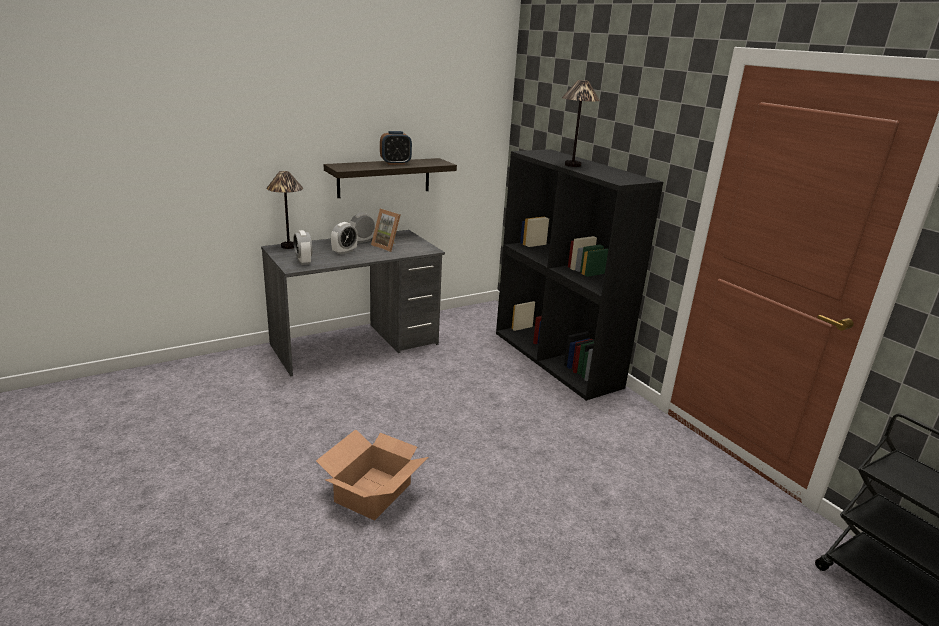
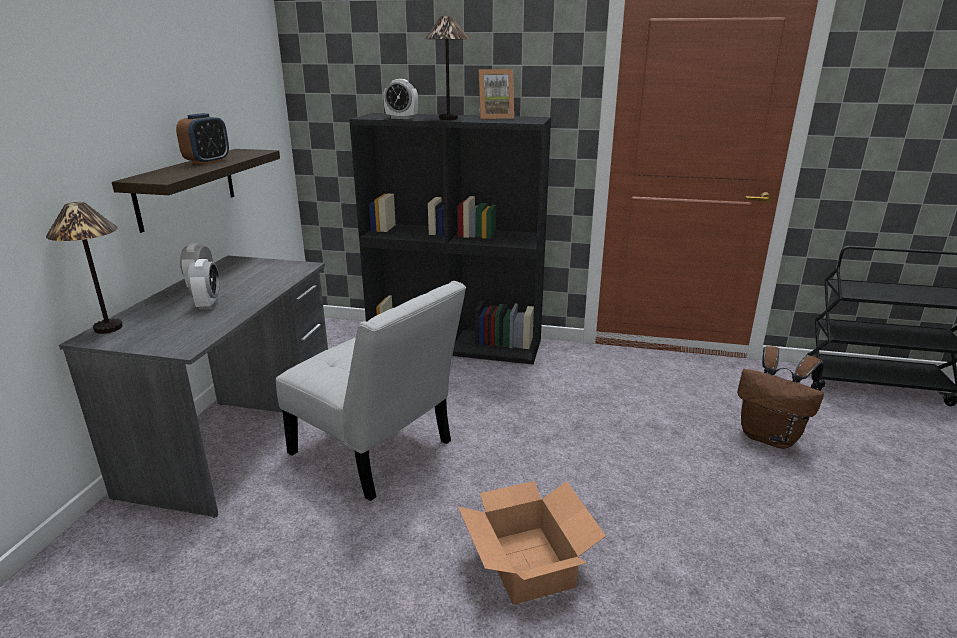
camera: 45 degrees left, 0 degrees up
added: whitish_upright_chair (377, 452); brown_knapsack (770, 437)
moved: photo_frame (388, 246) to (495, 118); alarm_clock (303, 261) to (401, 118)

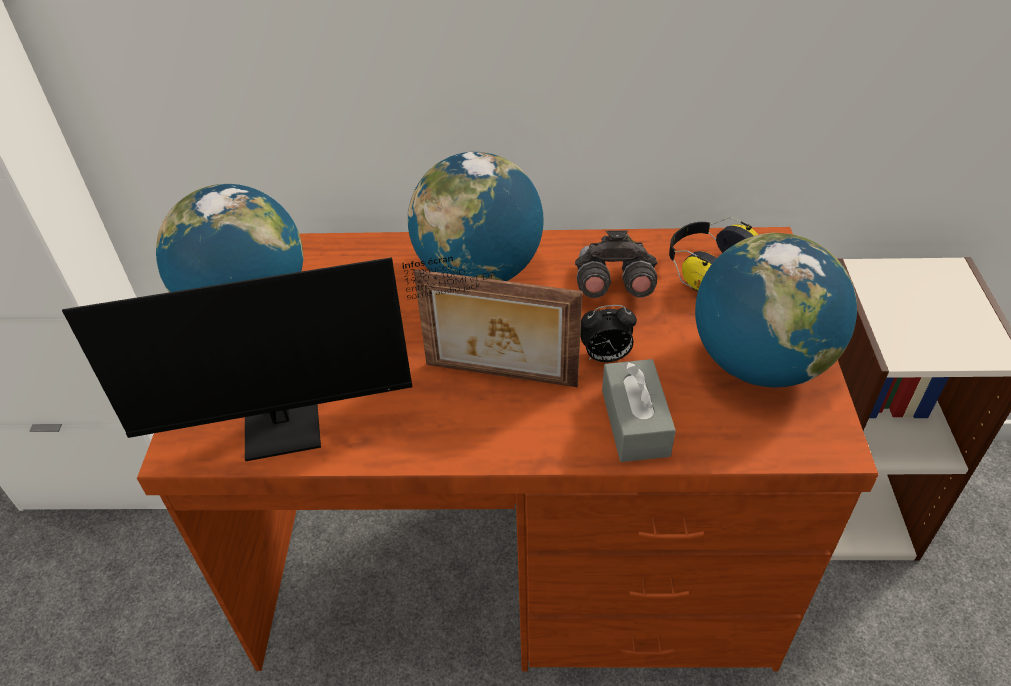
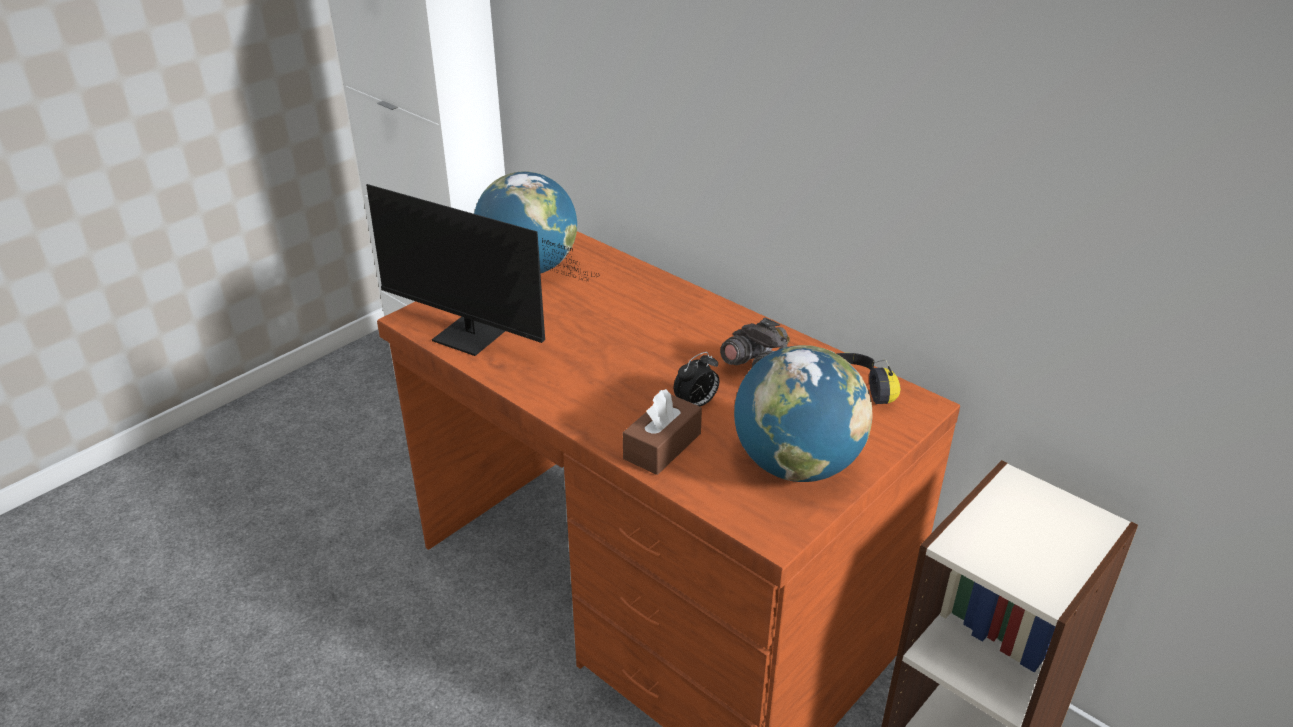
camera: 40 degrees right, 10 degrees down
removed: world_globe (479, 272); photo_frame (500, 376)
recoloured: grey_tissue_box (635, 422) to brown_tissue_box (662, 446)
turned: alarm_clock (605, 357) = (696, 404) 75 degrees counterclockwise

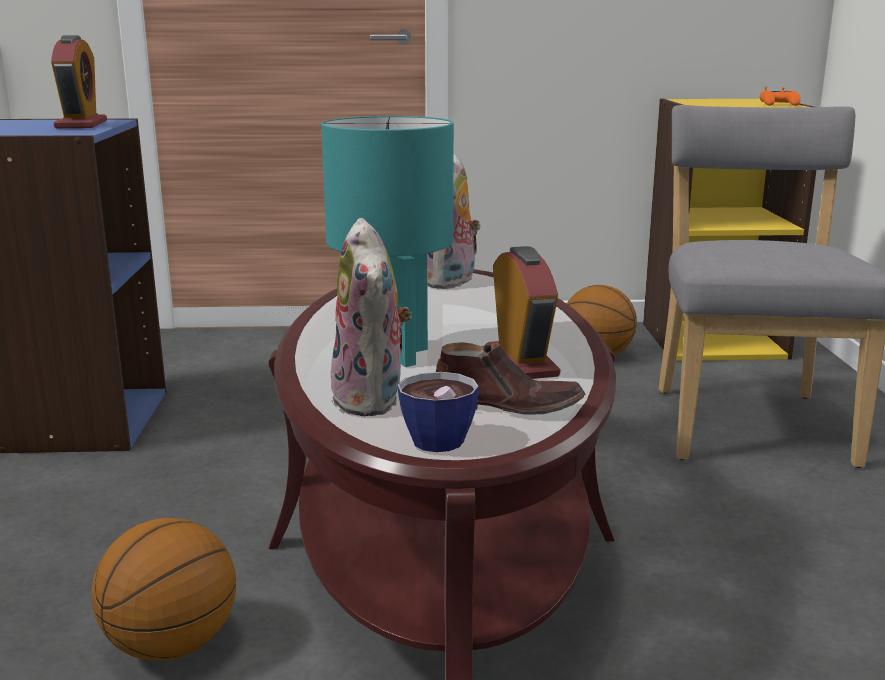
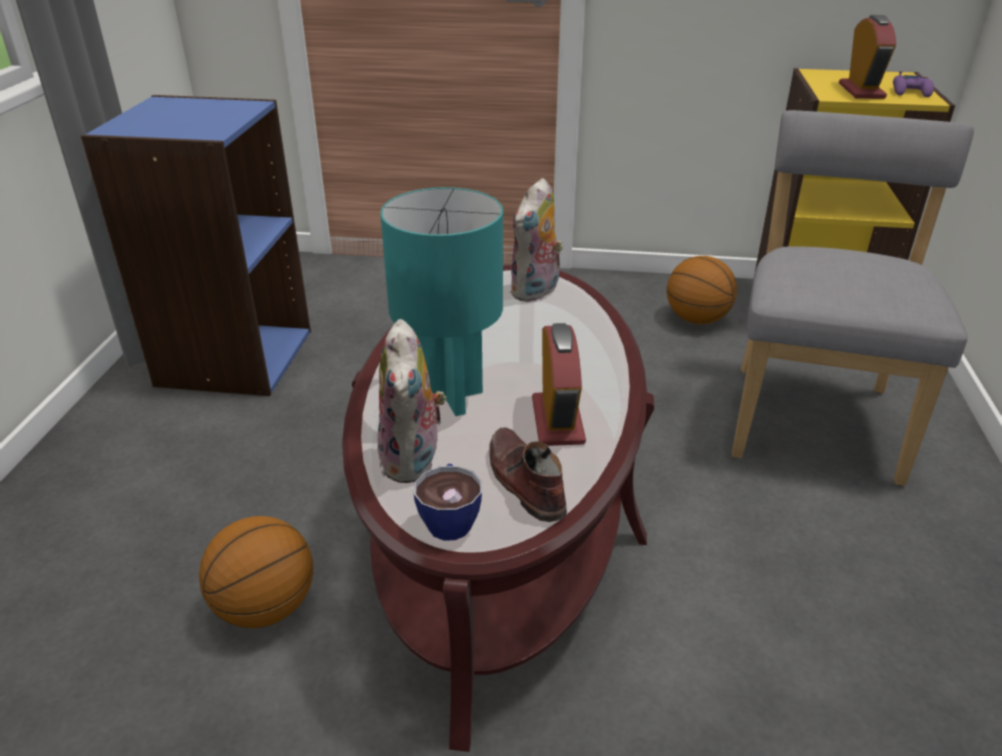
camera: 10 degrees right, 15 degrees up
moved: alarm_clock (81, 124) to (861, 91)
recoloured: orange_joypad (778, 104) to purple_joypad (911, 92)
turned: brown_shoe (507, 405) = (524, 482) 135 degrees counterclockwise

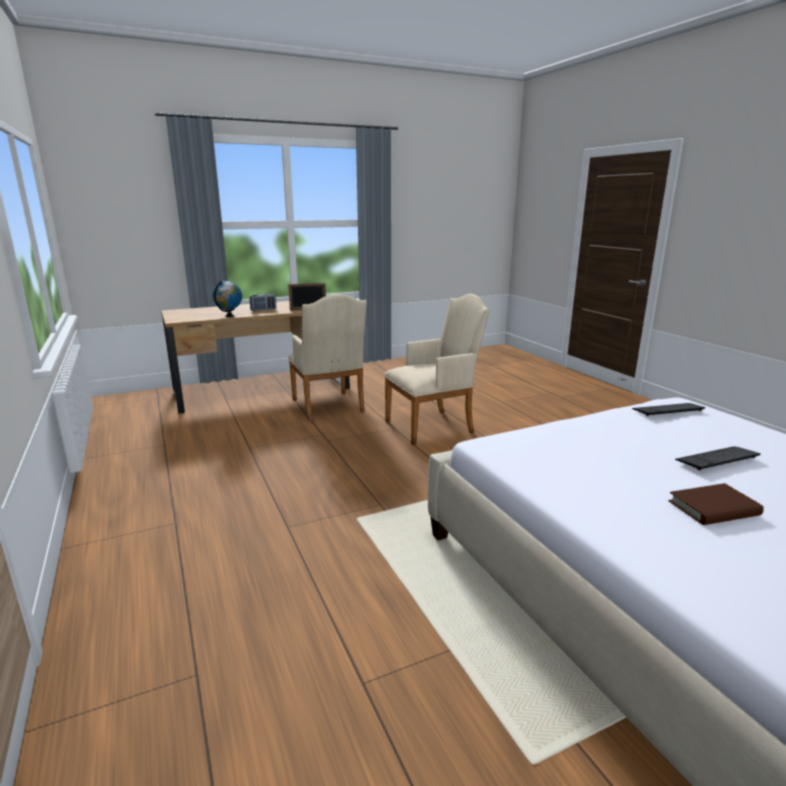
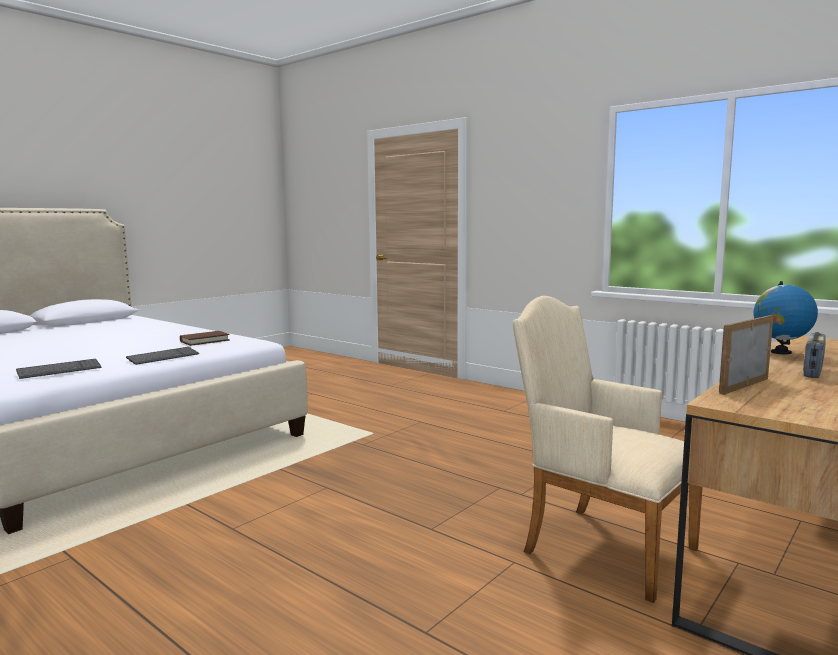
camera: 155 degrees right, 10 degrees down
removed: sand-coloured_easy_chair (434, 426)
moved: PC_keyboard (717, 459) to (163, 357); brown_book (714, 508) to (205, 341)

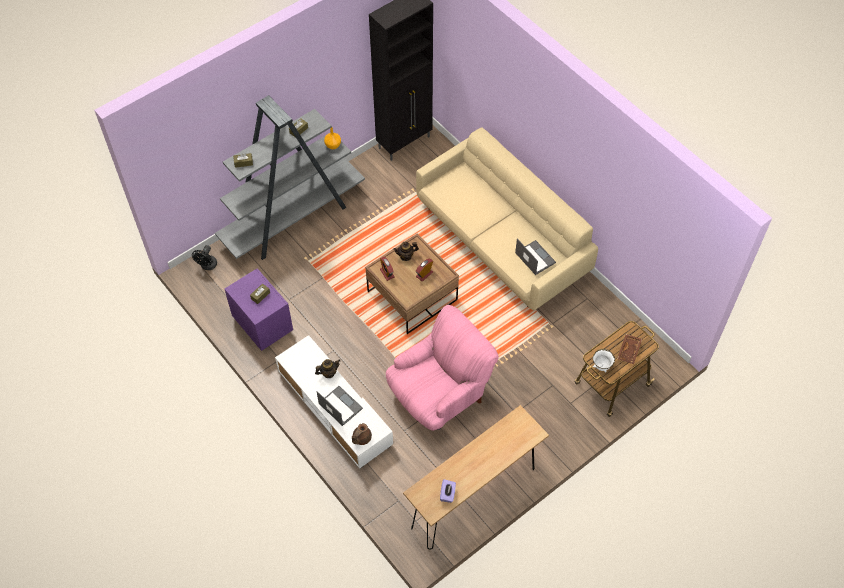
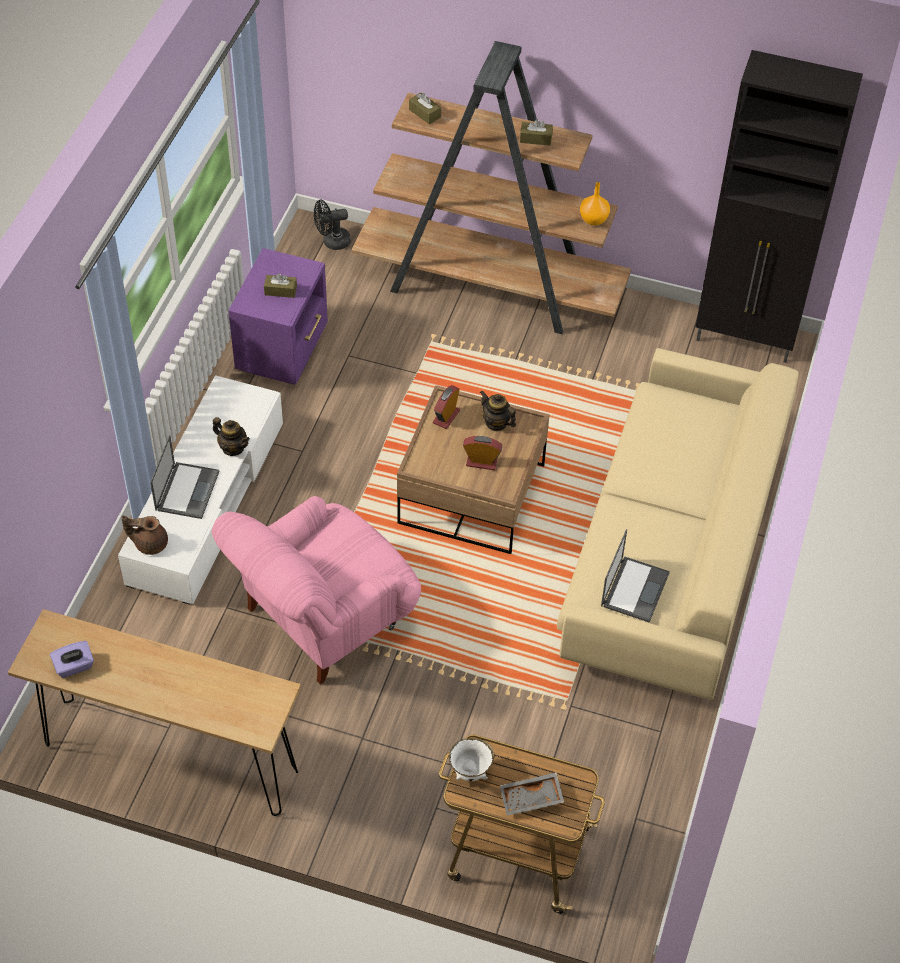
camera: 55 degrees right, 5 degrees down
recoloured: grey_bookshelf (293, 218) to brown_bookshelf (490, 286); brown_serving_tray (629, 351) to grey_serving_tray (531, 799)
turned: pink-coloured_easy_chair (440, 394) = (323, 619) 120 degrees clockwise

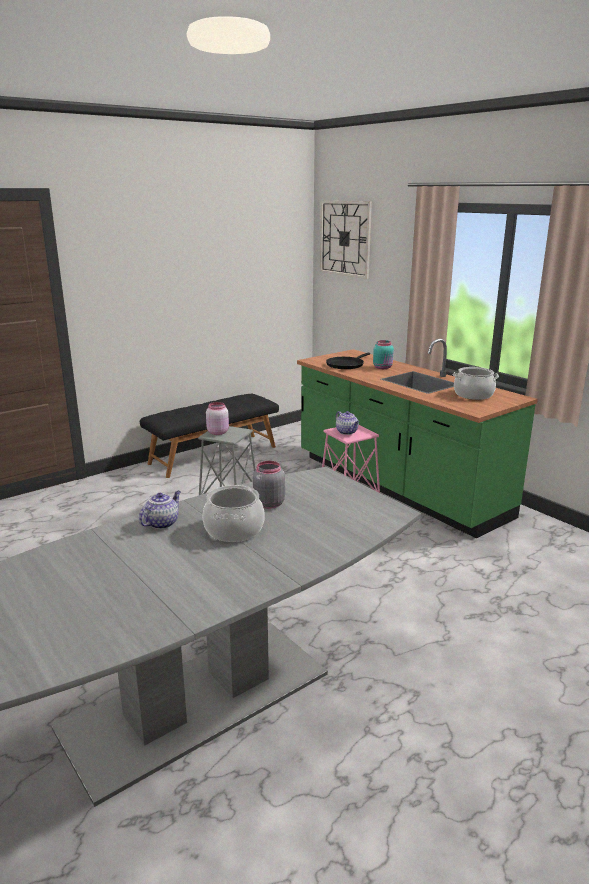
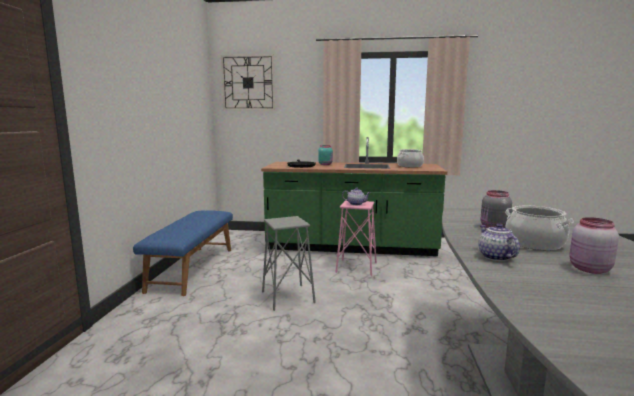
camera: 45 degrees left, 10 degrees down
moved: pink-coloured_jar (217, 432) to (588, 269)
recoloured: blackish_indoor_bench (213, 455) to blue-coloured_indoor_bench (192, 268)

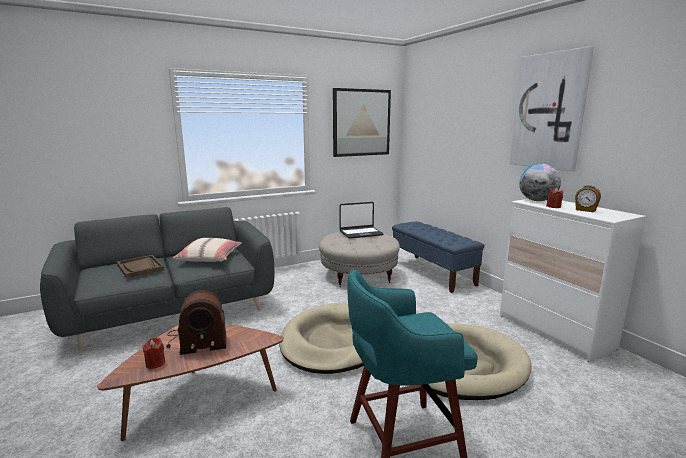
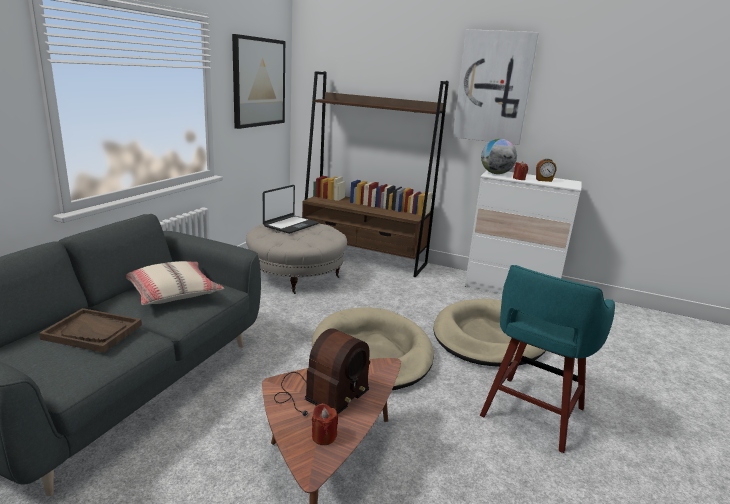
camera: 40 degrees left, 5 degrees up
replaced: blue-coloured_indoor_bench (432, 273) to brown_bookshelf (363, 258)

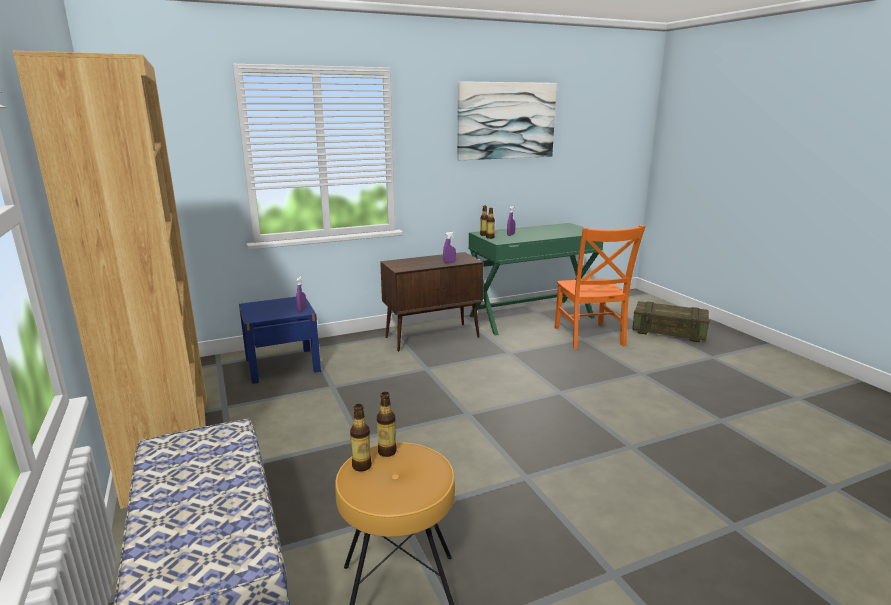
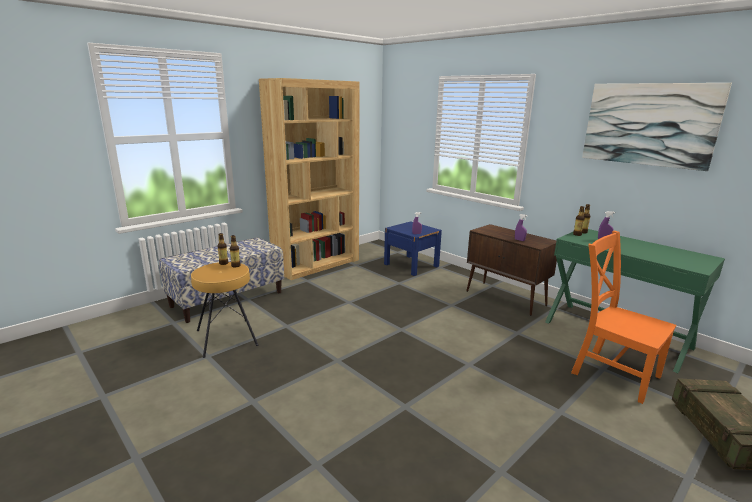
camera: 70 degrees right, 0 degrees up
turned: orange_upright_chair (589, 337) = (611, 373) 75 degrees clockwise

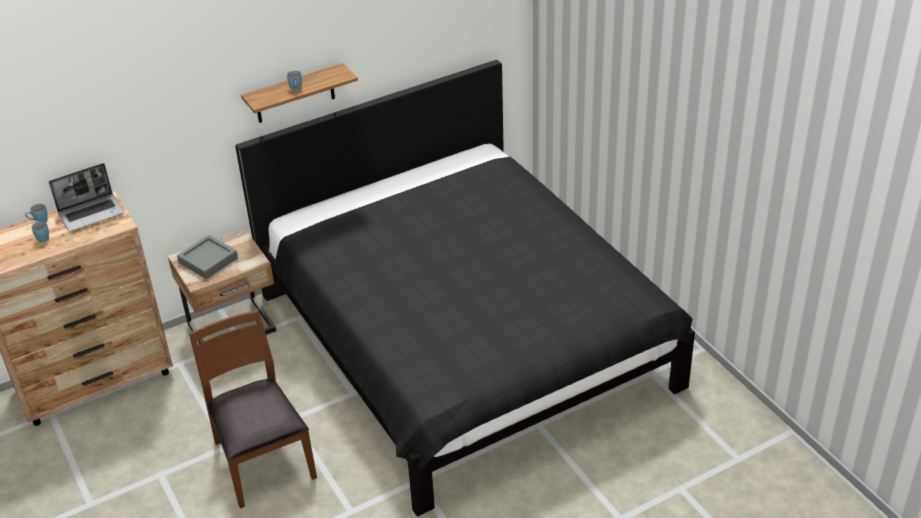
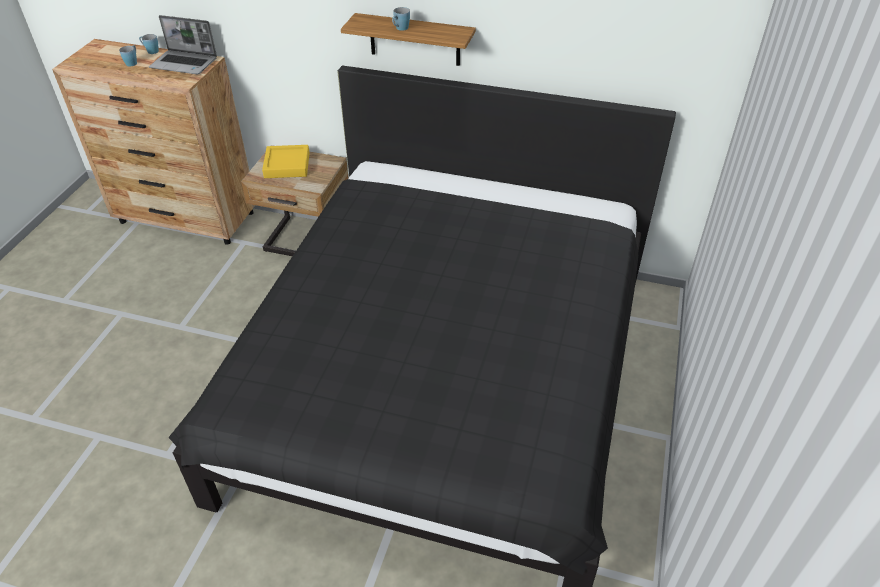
camera: 45 degrees right, 5 degrees up
removed: brown_upright_chair (262, 460)
recoloured: grey_serving_tray (208, 260) to yellow-coloured_serving_tray (287, 165)

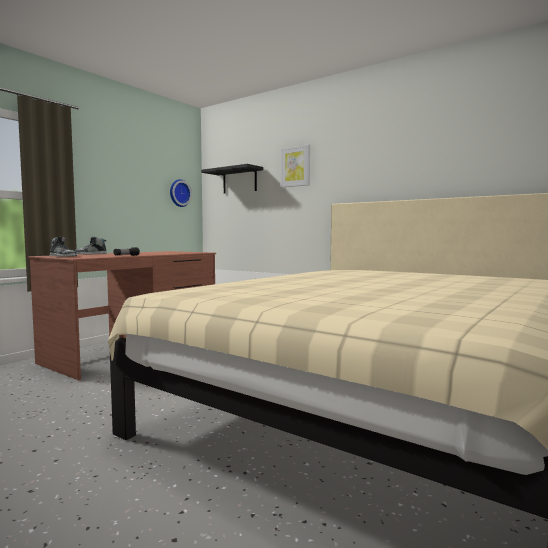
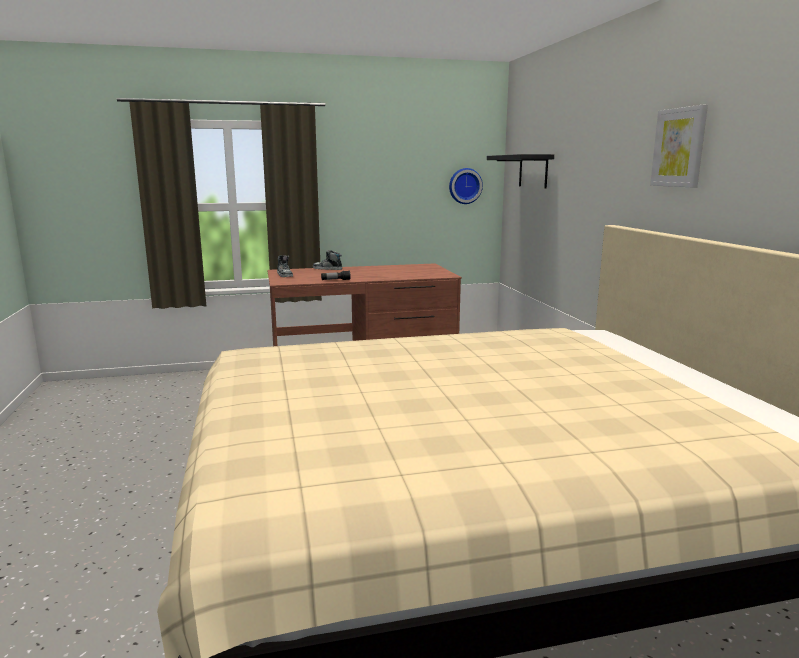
camera: 40 degrees right, 10 degrees up
moved: picture (295, 166) to (679, 147)

